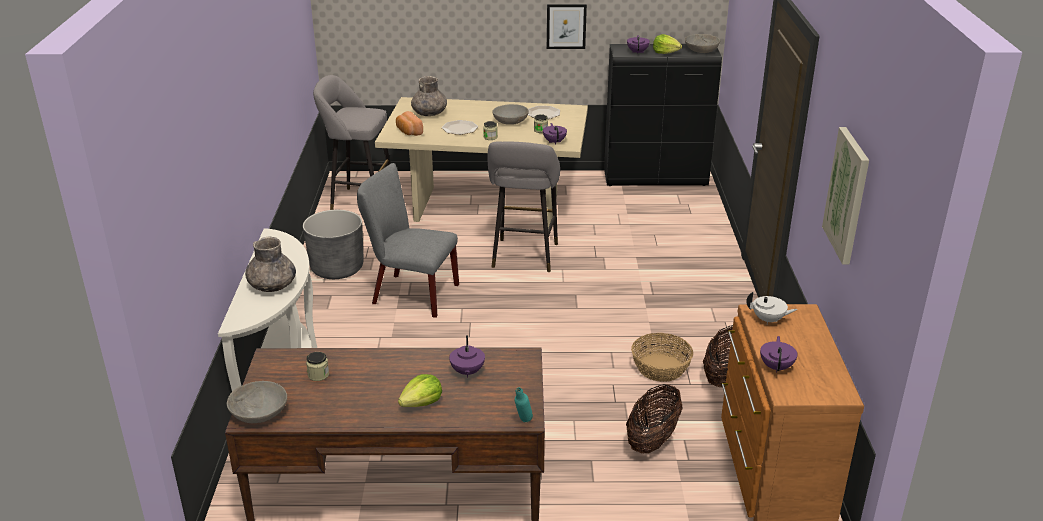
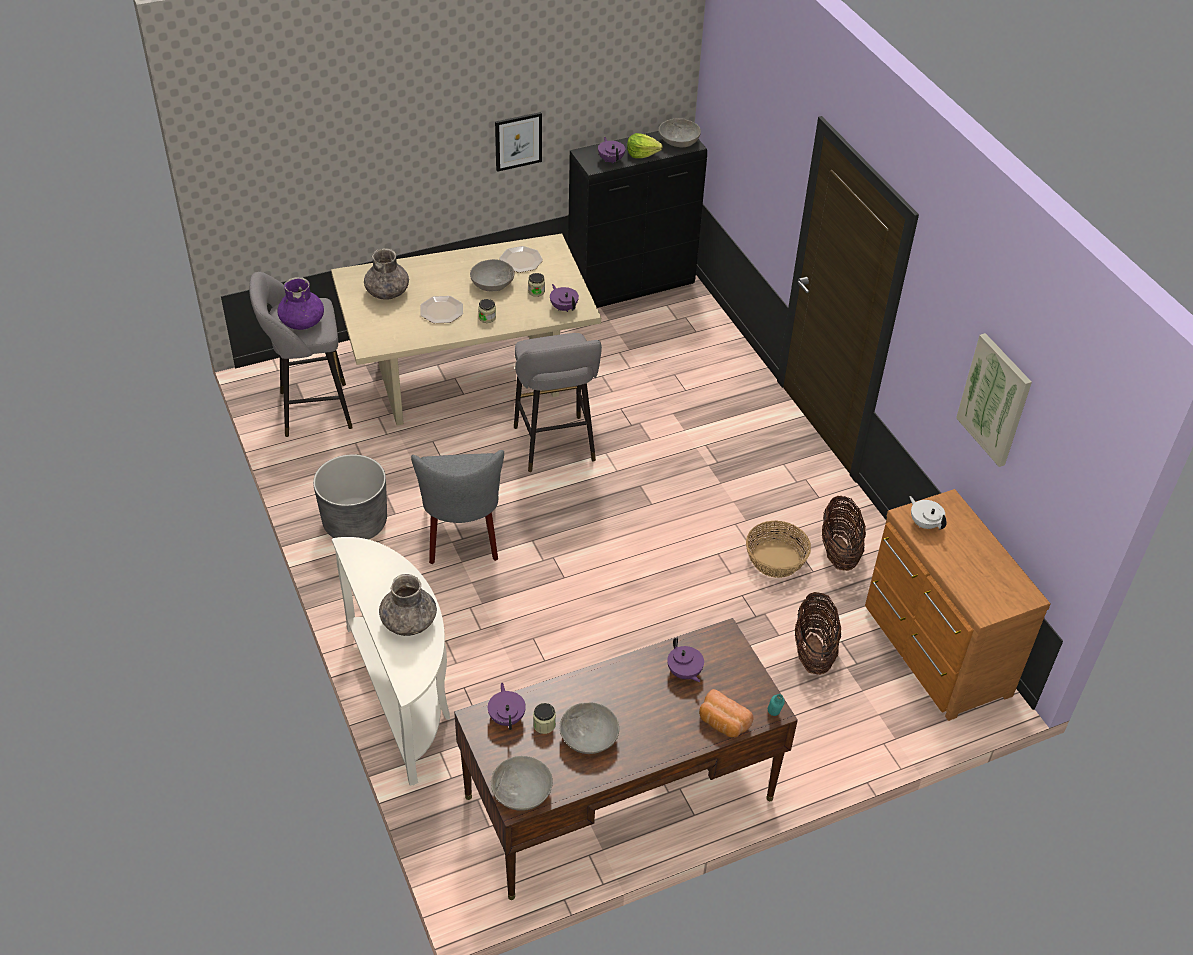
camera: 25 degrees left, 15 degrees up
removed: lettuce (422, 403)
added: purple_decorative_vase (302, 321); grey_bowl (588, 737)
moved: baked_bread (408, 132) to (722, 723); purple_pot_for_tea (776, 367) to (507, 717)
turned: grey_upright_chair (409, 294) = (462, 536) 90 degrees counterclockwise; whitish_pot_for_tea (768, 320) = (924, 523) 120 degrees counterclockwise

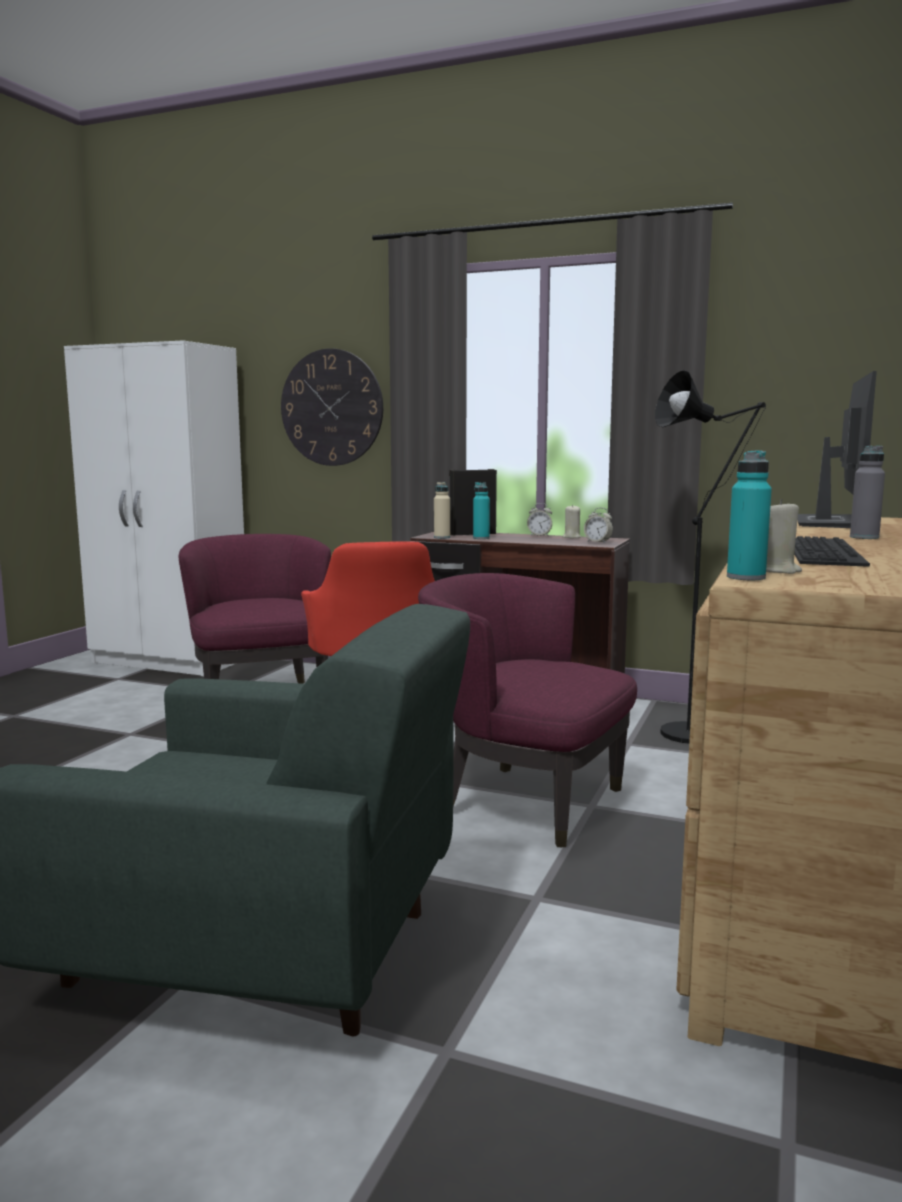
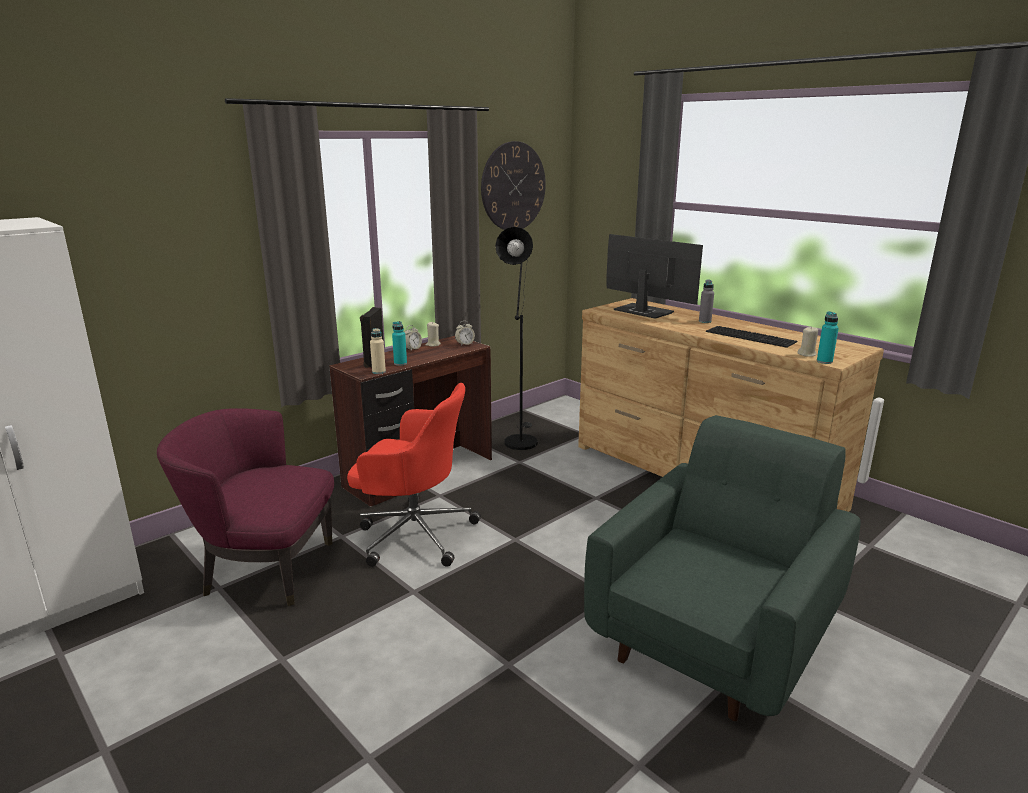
camera: 65 degrees left, 10 degrees up
removed: purple_easy_chair (525, 802)
moved: clock_on_the_wall (332, 407) to (513, 187)

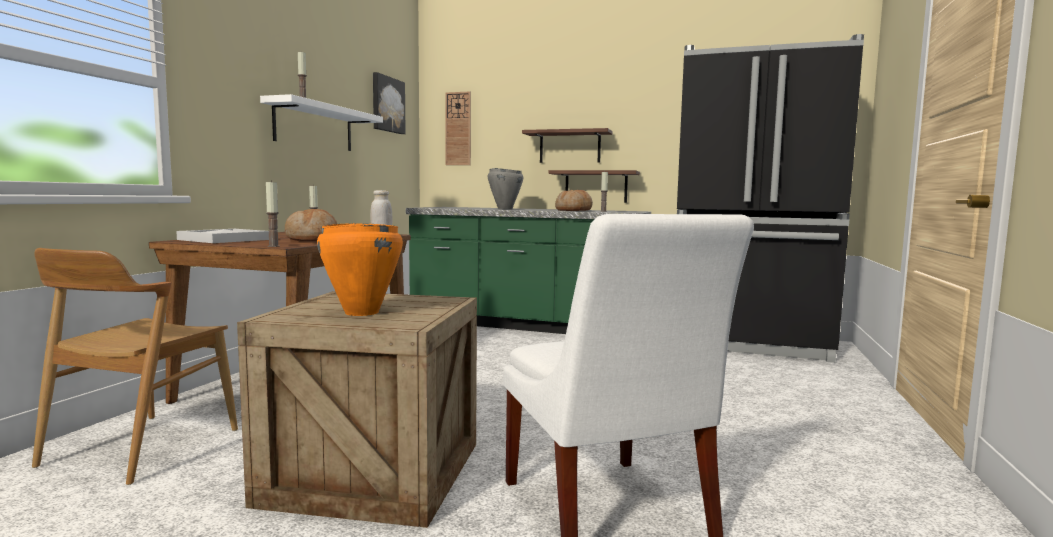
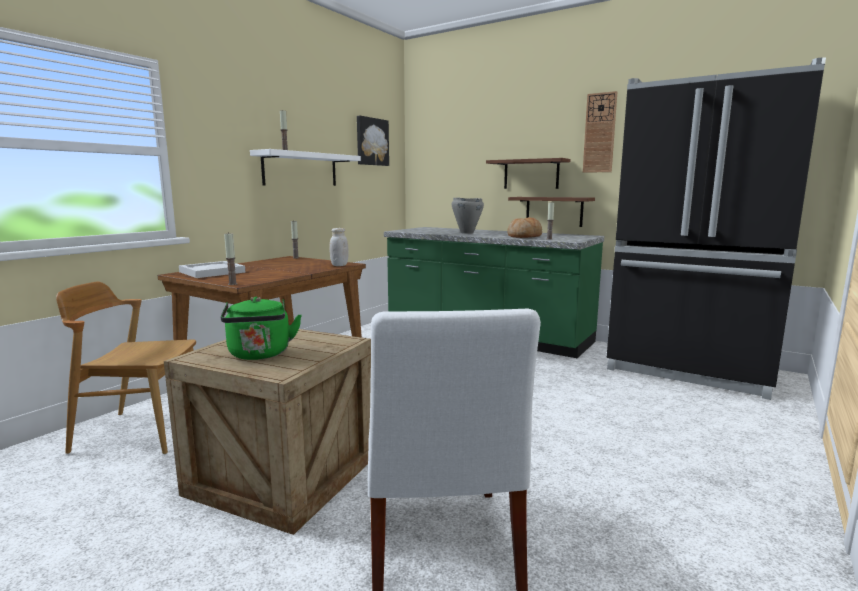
camera: 15 degrees right, 5 degrees up
removed: baked_bread (313, 239)
moved: clock_on_the_wall (458, 129) to (599, 133)
replaced: orange_saucepot (361, 313) to green_tea_kettle (260, 355)
turned: brown_upright_chair (141, 447) = (141, 432) 60 degrees clockwise

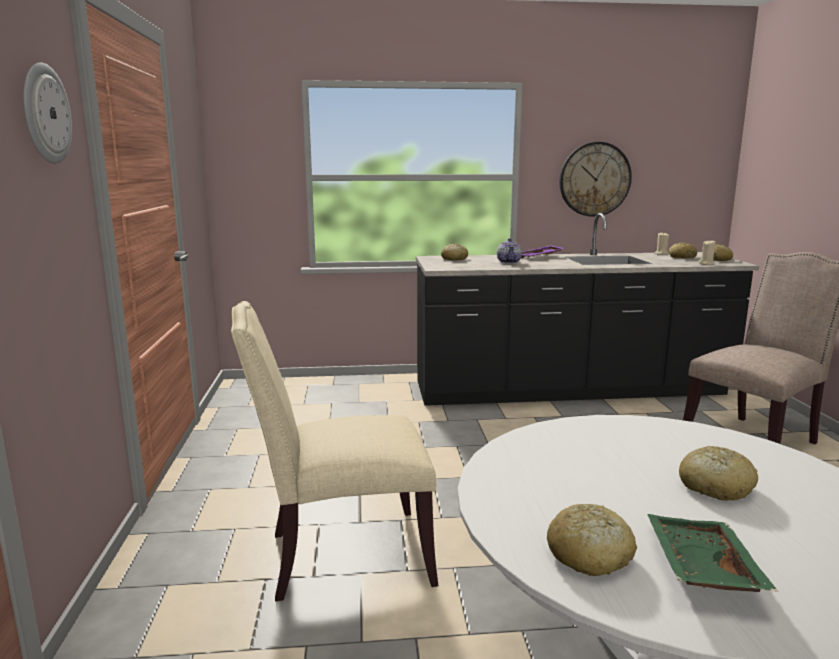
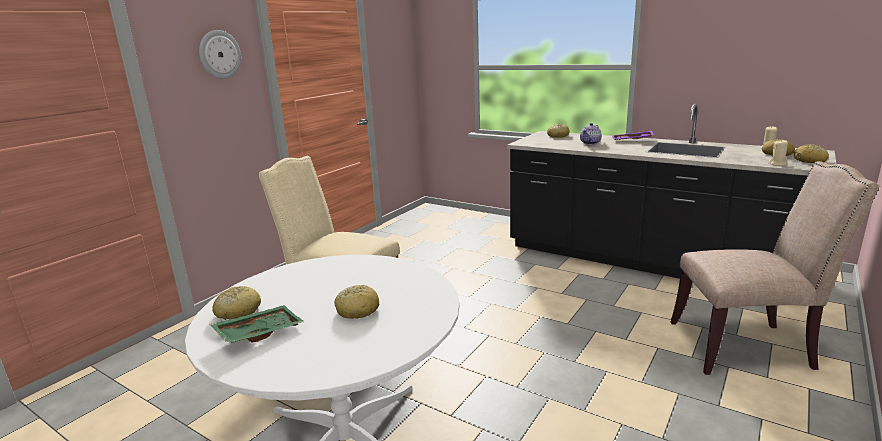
camera: 40 degrees right, 5 degrees up
removed: clock_on_the_wall (594, 179)

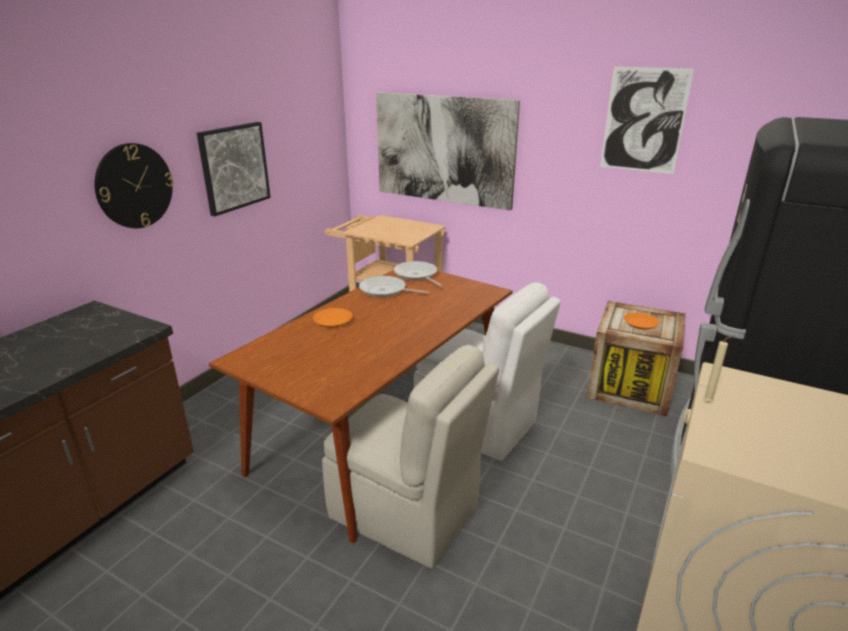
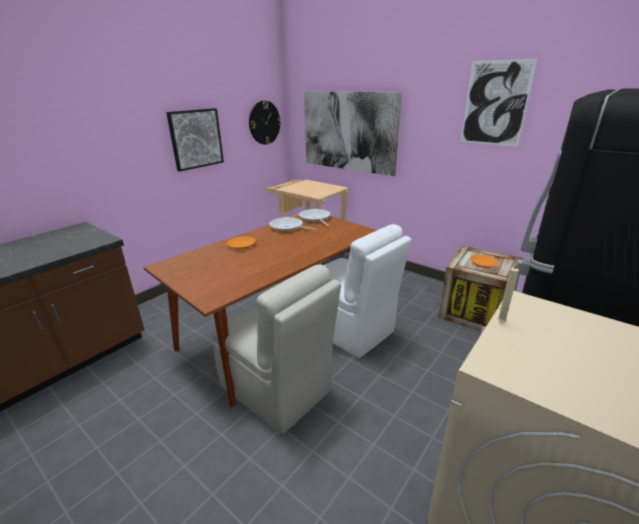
camera: 10 degrees right, 0 degrees up
moved: clock_on_the_wall (134, 186) to (264, 122)

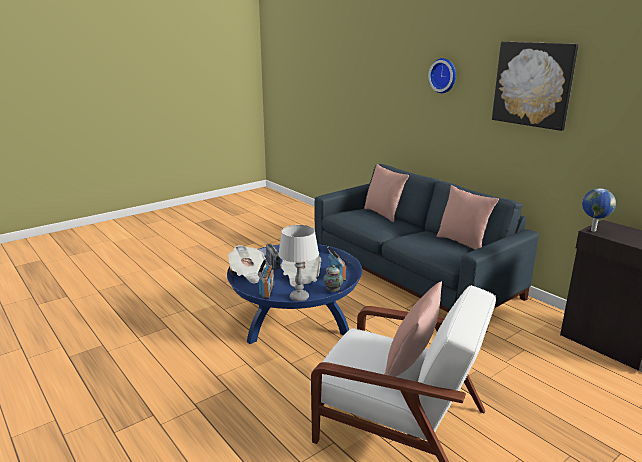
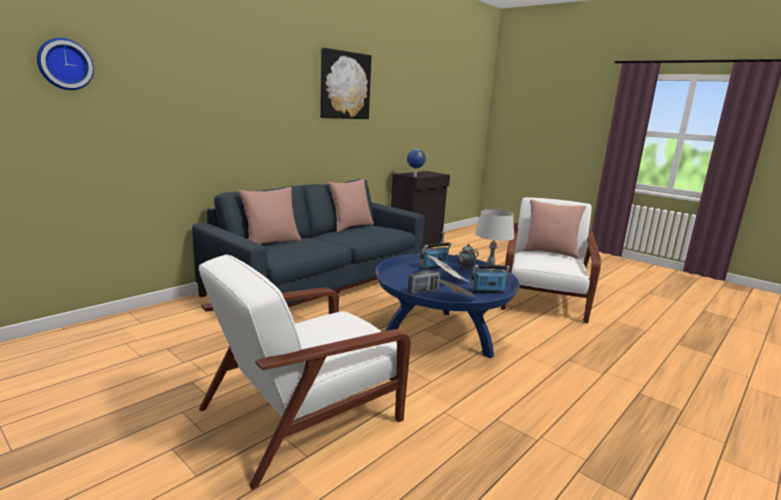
camera: 100 degrees left, 5 degrees down
added: whitish_easy_chair (305, 413)
moved: clock_on_the_wall (444, 75) to (64, 64)

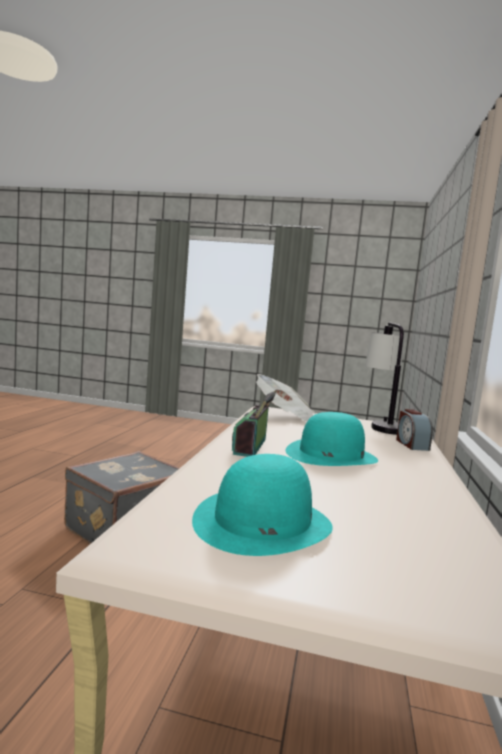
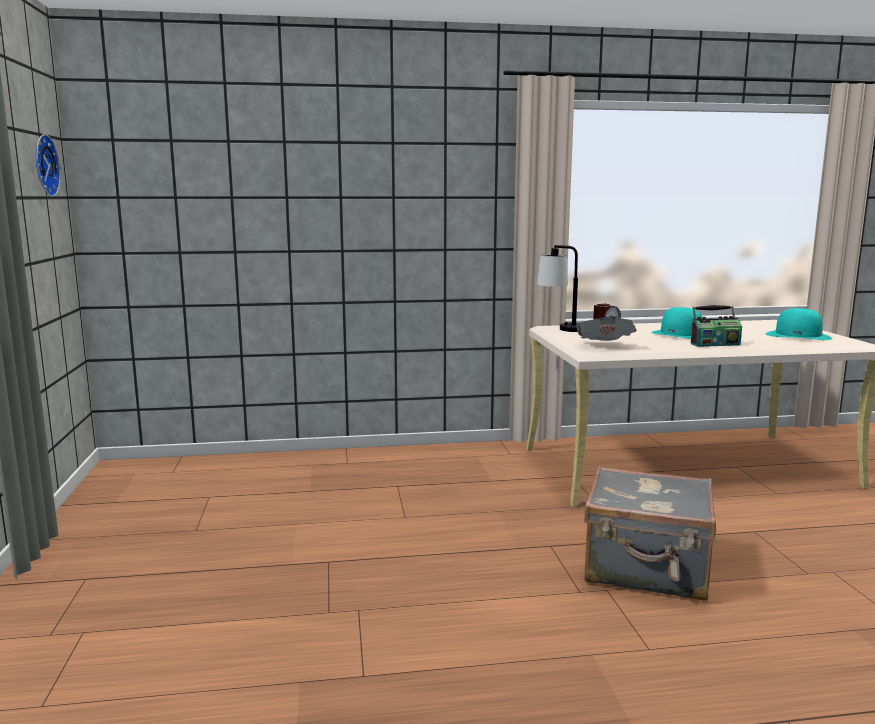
camera: 110 degrees left, 5 degrees up
added: clock_on_the_wall (43, 165)

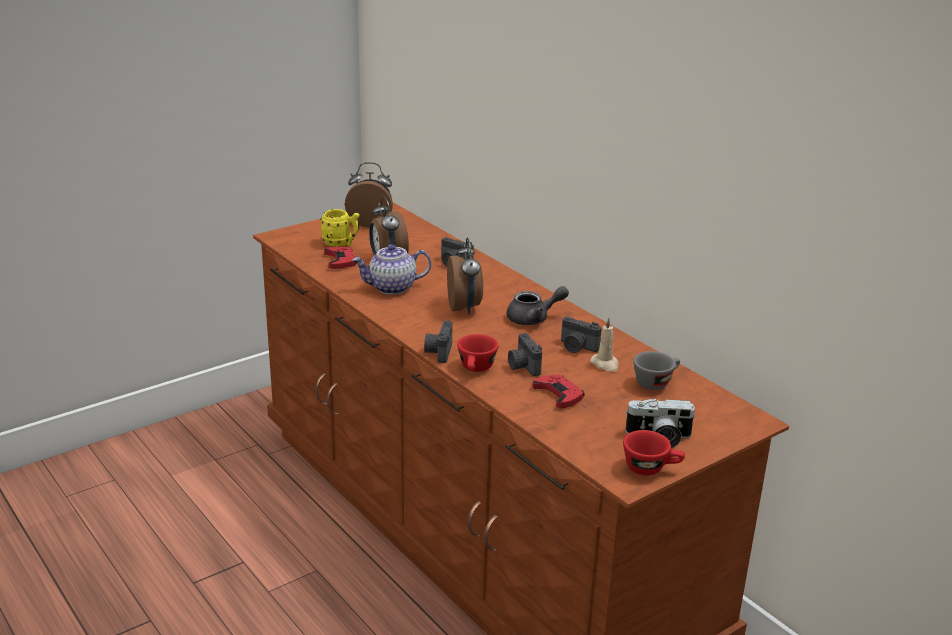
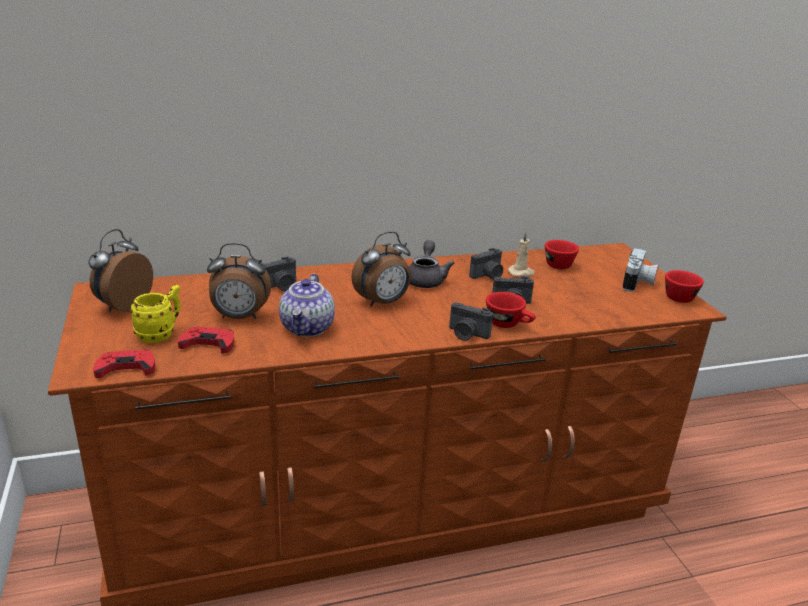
camera: 70 degrees left, 0 degrees up
moved: reddish_joypad (559, 394) to (126, 368)
recoloured: grey_drinking_cup (656, 382) to reddish_drinking_cup (556, 263)
turned: alarm_clock (464, 307) = (382, 302) 135 degrees clockwise

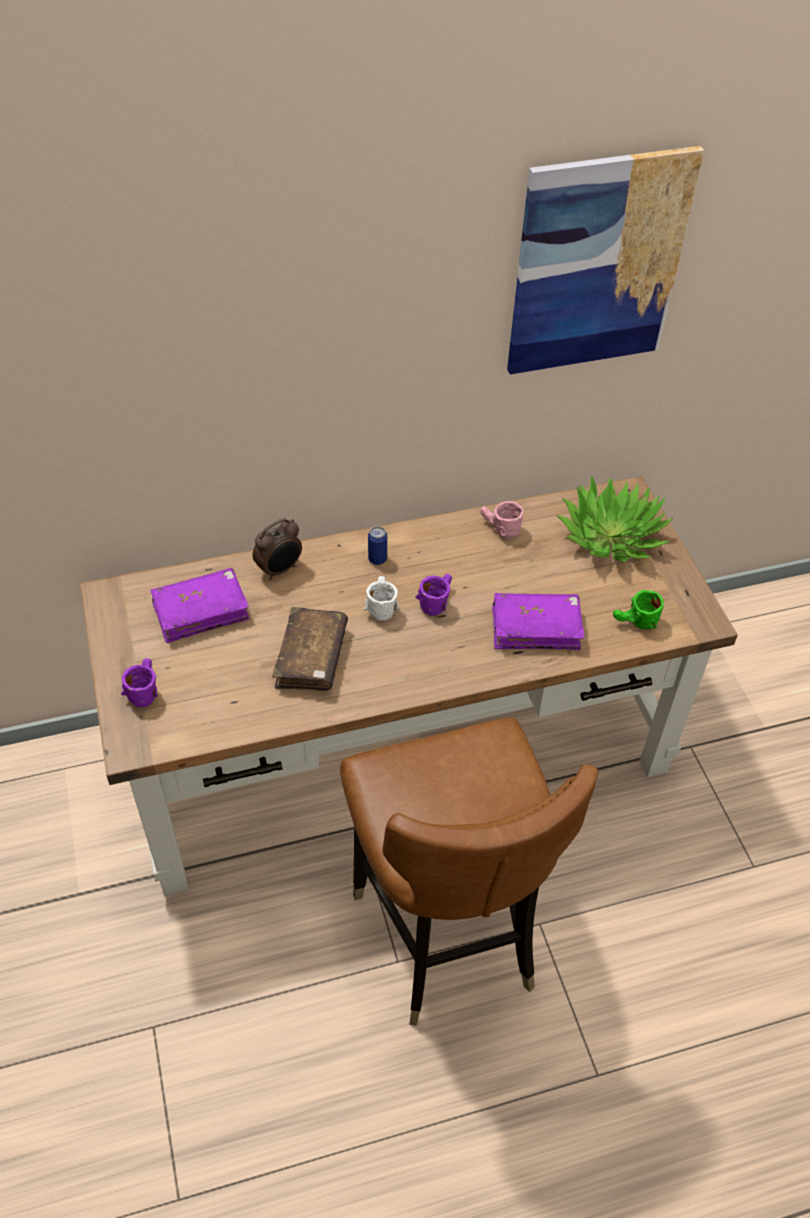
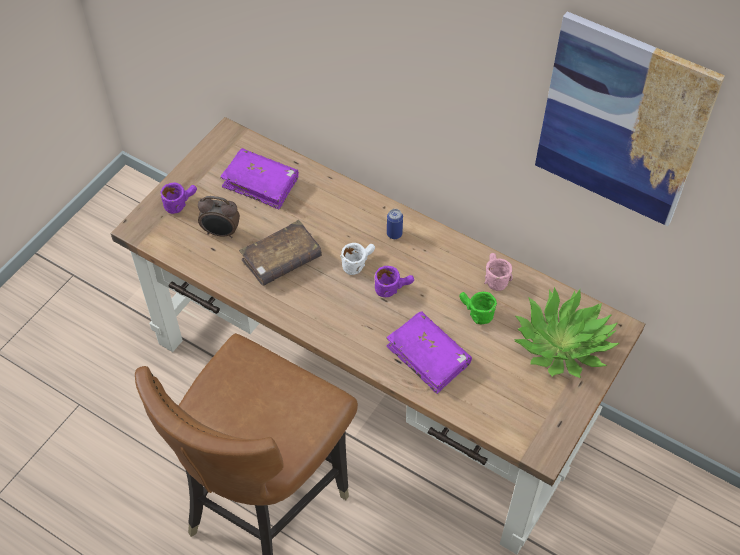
camera: 50 degrees right, 5 degrees up
moved: alarm_clock (280, 570) to (221, 233); green_coffee_mug (635, 623) to (474, 313)

